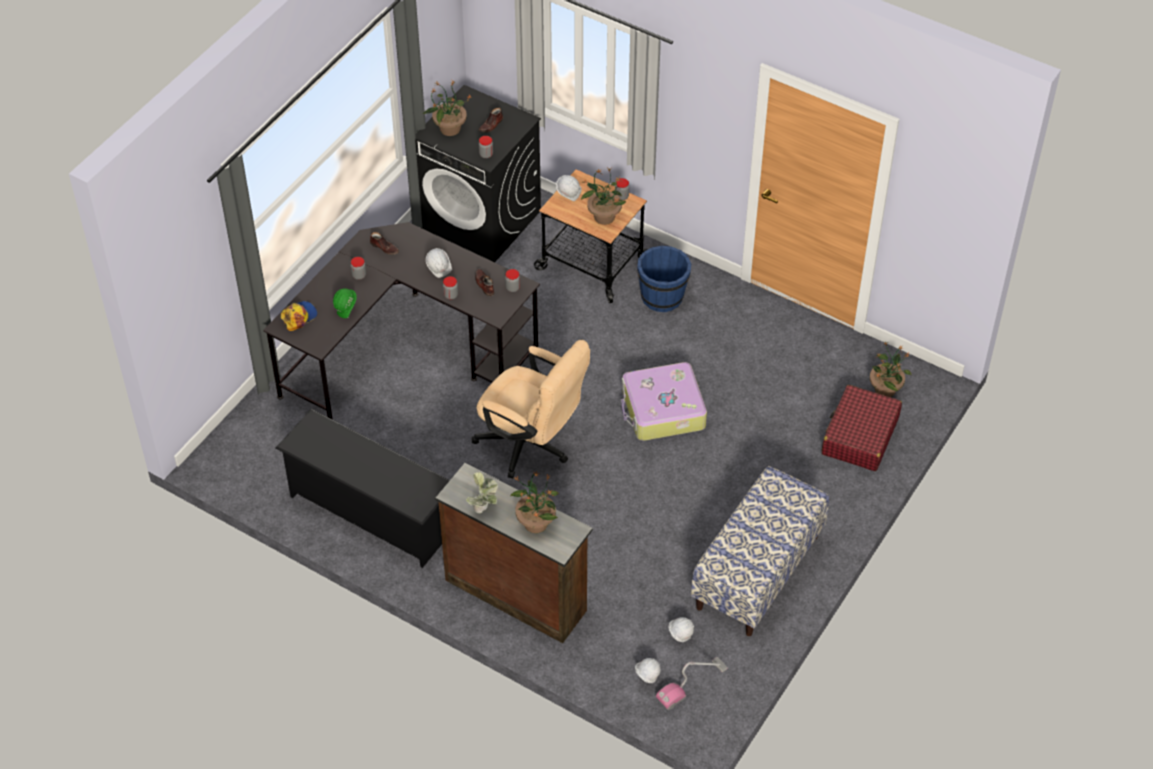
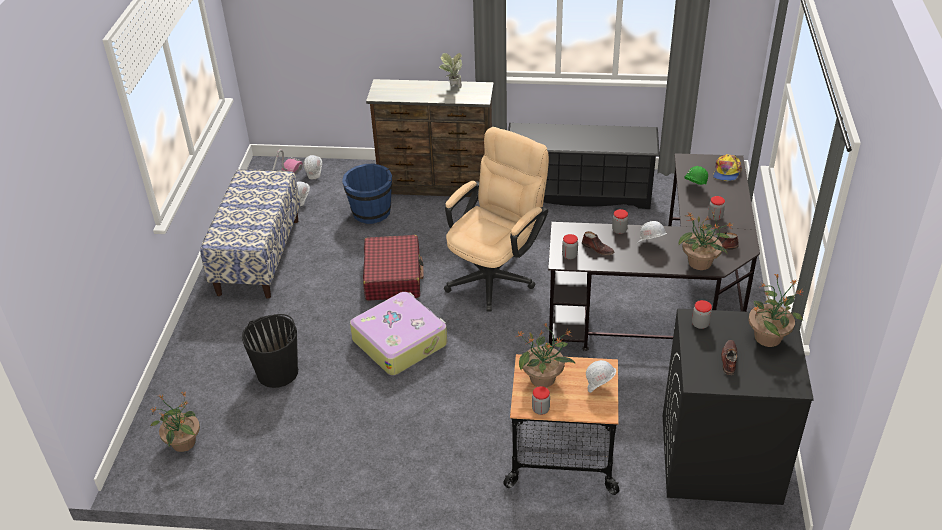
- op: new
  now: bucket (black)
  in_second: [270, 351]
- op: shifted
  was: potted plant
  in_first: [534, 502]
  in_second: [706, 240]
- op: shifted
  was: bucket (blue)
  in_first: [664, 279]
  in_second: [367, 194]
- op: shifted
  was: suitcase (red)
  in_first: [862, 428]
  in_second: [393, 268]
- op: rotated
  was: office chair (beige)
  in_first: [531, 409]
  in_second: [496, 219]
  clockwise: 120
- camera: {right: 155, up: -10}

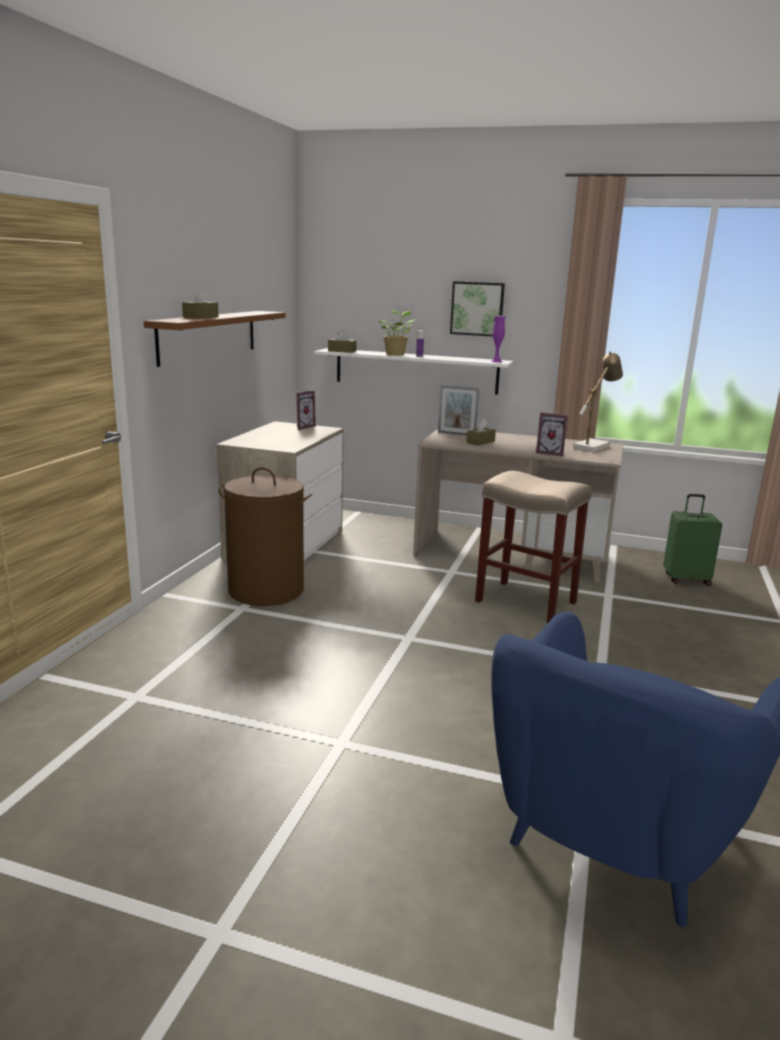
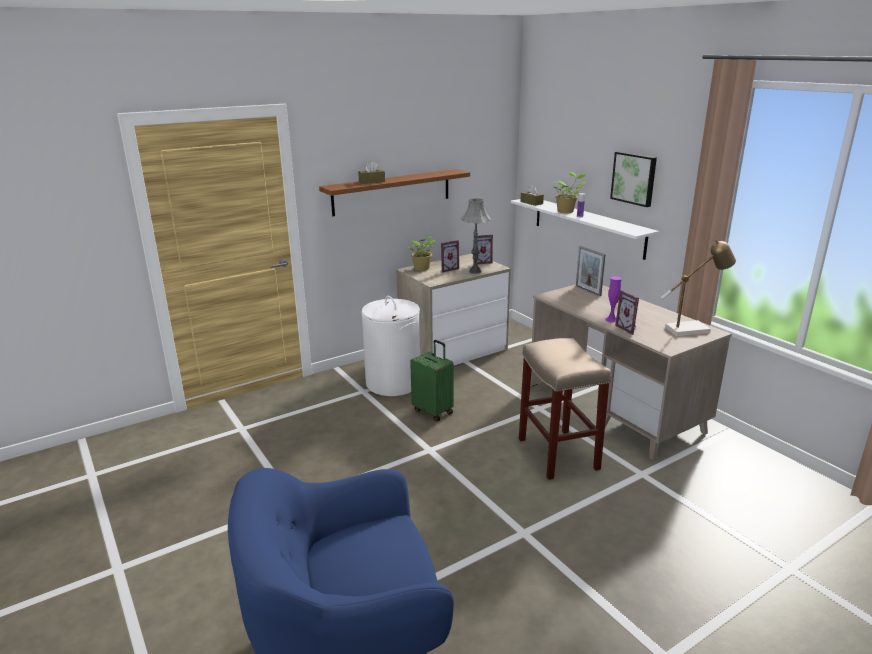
- op: gone
  was: tissue box (brown)
  in_first: [481, 432]
- op: new
  now: potted plant
  in_second: [422, 253]
- op: new
  now: picture frame
  in_second: [450, 256]
- op: new
  now: table lamp (grey)
  in_second: [476, 236]
- op: shifted
  was: vase (purple)
  in_first: [498, 339]
  in_second: [613, 299]
- op: shifted
  was: suitcase (green)
  in_first: [692, 540]
  in_second: [432, 381]
- op: repainted
  was: laundry basket (brown)
  now: laundry basket (white)
  in_first: [265, 536]
  in_second: [390, 346]
- camera: {right: 40, up: 5}

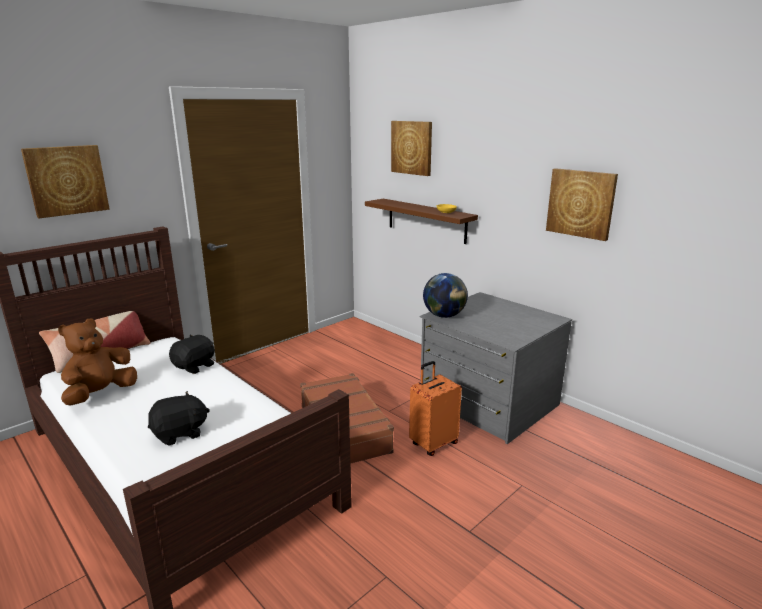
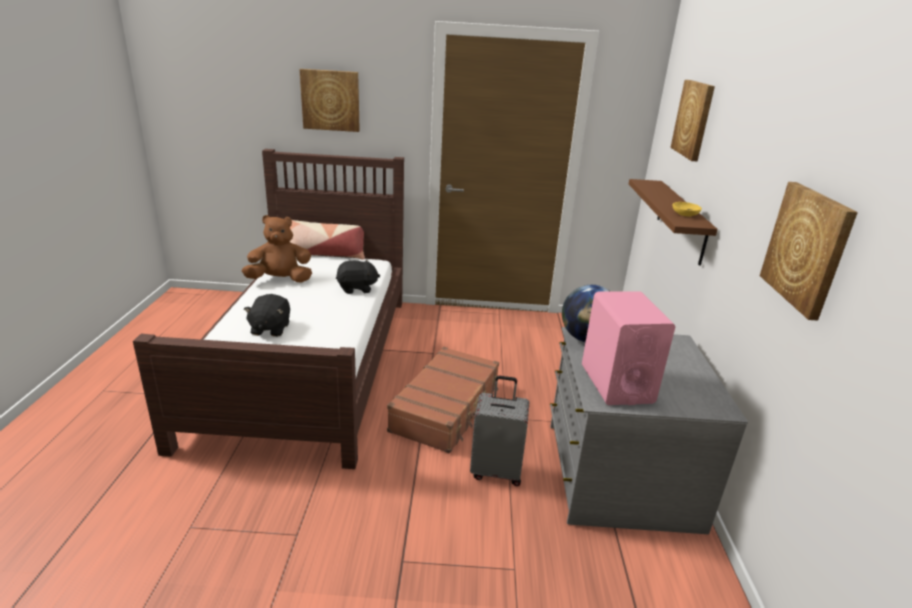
- op: new
  now: speaker (pink)
  in_second: [628, 348]
- op: repainted
  was: suitcase (orange)
  now: suitcase (grey)
  in_first: [435, 408]
  in_second: [499, 431]
- op: rotated
  was: plush toy (black)
  in_first: [179, 418]
  in_second: [267, 315]
  clockwise: 75
- camera: {right: 45, up: 5}

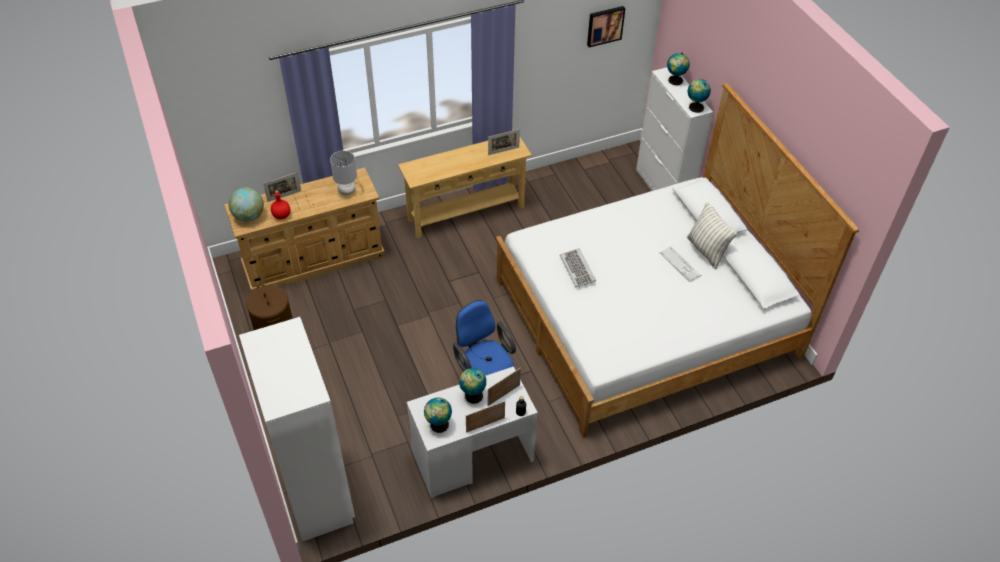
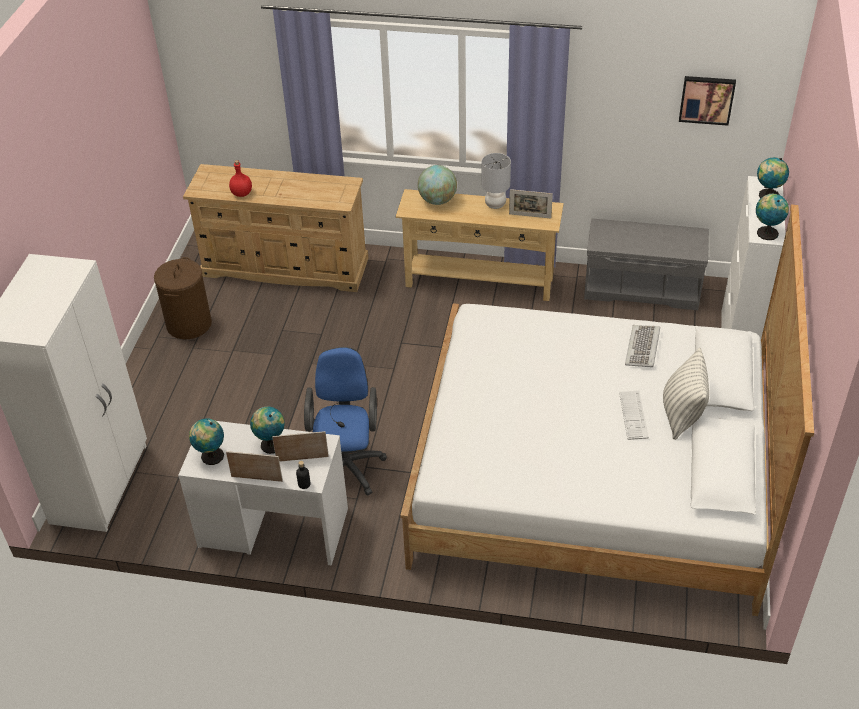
- op: gone
  was: picture frame
  in_first: [282, 187]
- op: new
  now: bench (grey)
  in_second: [646, 264]
- op: shifted
  was: globe
  in_first: [246, 205]
  in_second: [437, 185]
- op: shifted
  was: table lamp (grey)
  in_first: [343, 173]
  in_second: [496, 181]
- op: shifted
  was: keyboard
  in_first: [578, 267]
  in_second: [642, 346]
- camera: {right: 35, up: -5}

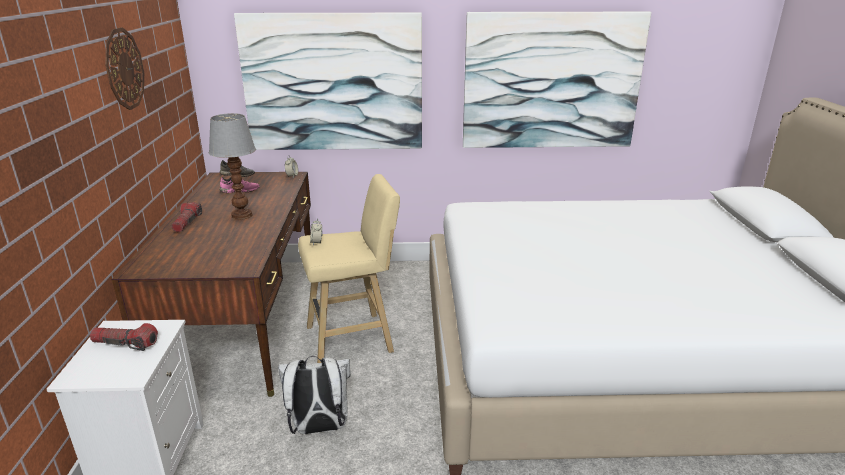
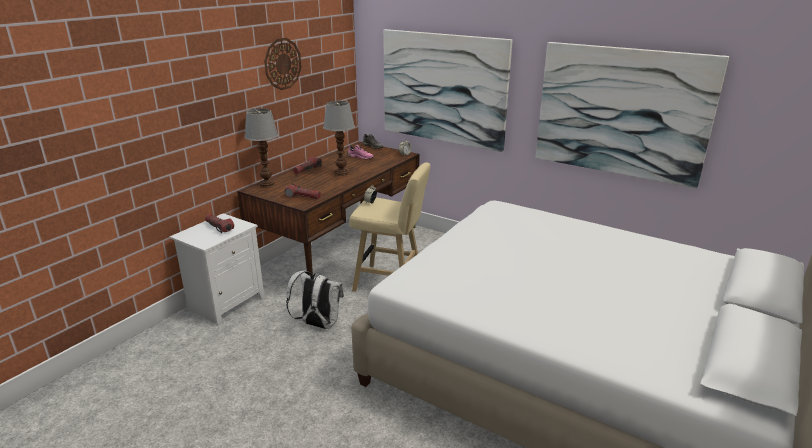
- op: new
  now: table lamp
  in_second: [261, 147]
- op: new
  now: flashlight
  in_second: [302, 191]
- camera: {right: 35, up: 0}

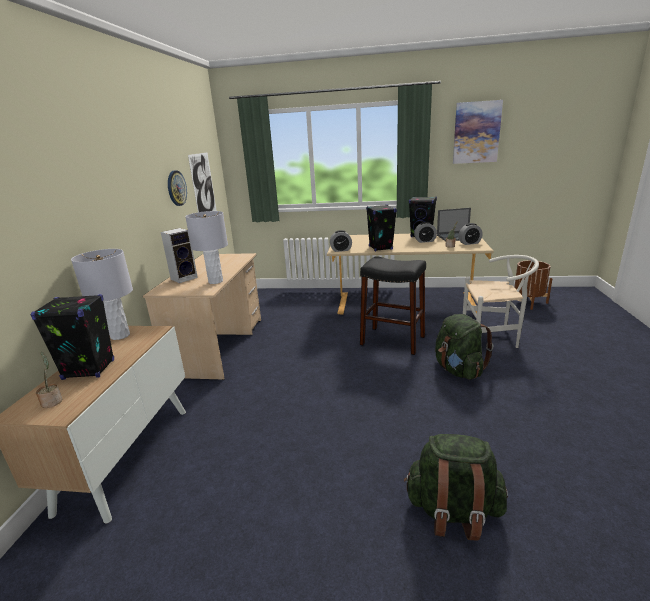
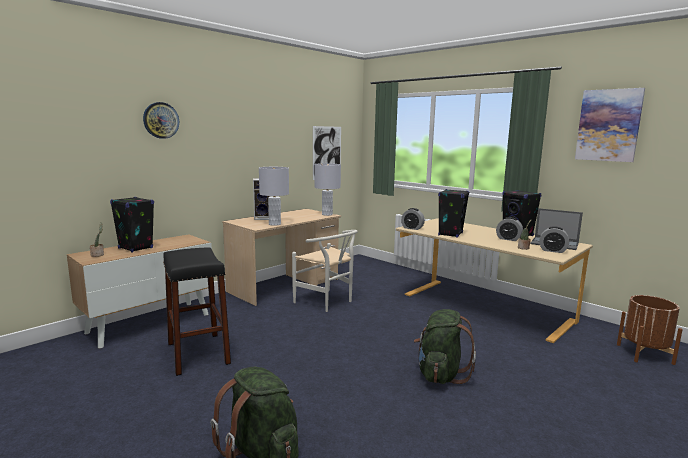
- op: shifted
  was: table lamp (grey)
  in_first: [102, 294]
  in_second: [328, 189]
- op: shifted
  was: wall clock
  in_first: [177, 188]
  in_second: [161, 120]
- op: shifted
  was: stool (black)
  in_first: [393, 305]
  in_second: [197, 311]
- op: shifted
  was: chair (white)
  in_first: [501, 301]
  in_second: [325, 271]
- camera: {right: 35, up: -10}

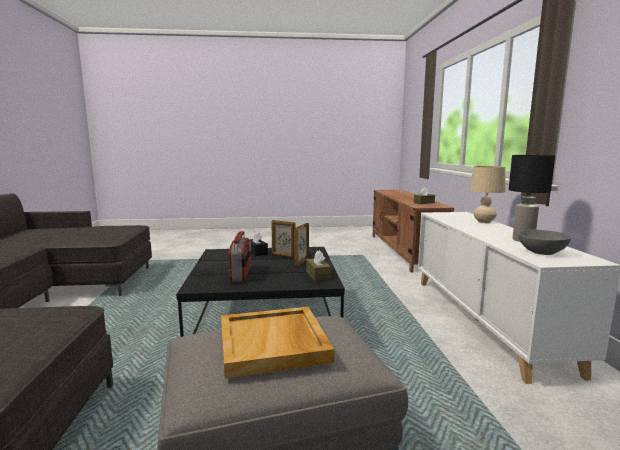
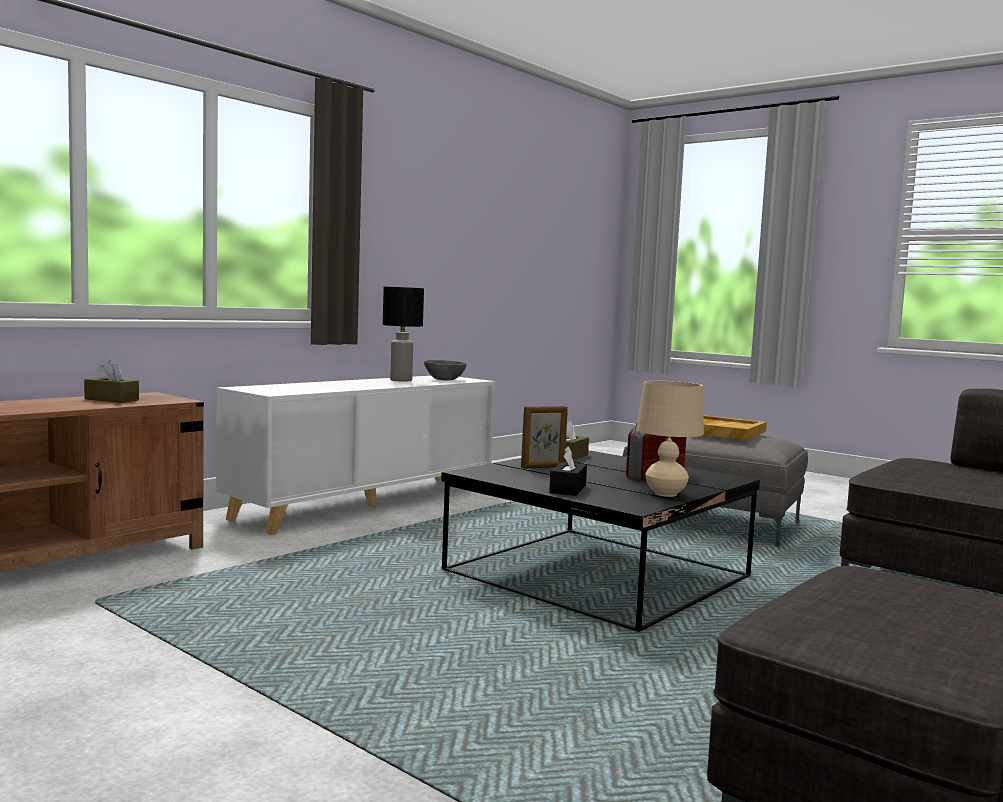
- op: gone
  was: picture frame
  in_first: [284, 239]
- op: shifted
  was: table lamp (beige)
  in_first: [487, 194]
  in_second: [670, 439]
- camera: {right: -135, up: -5}

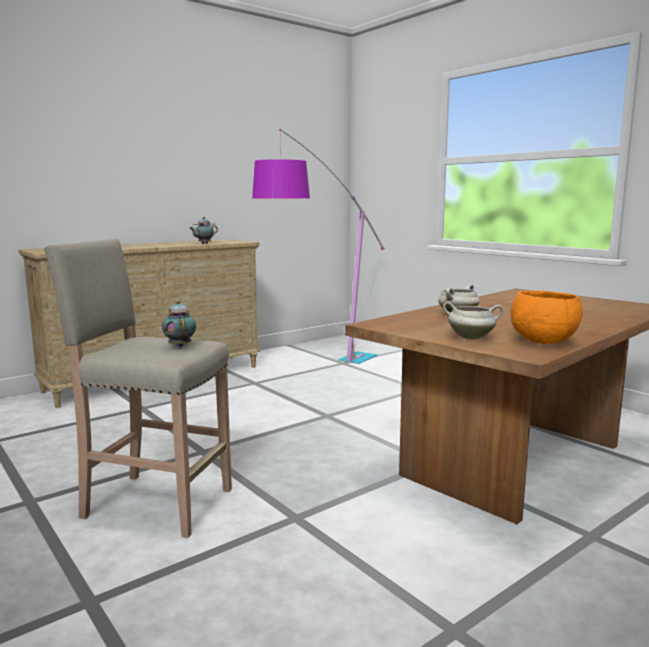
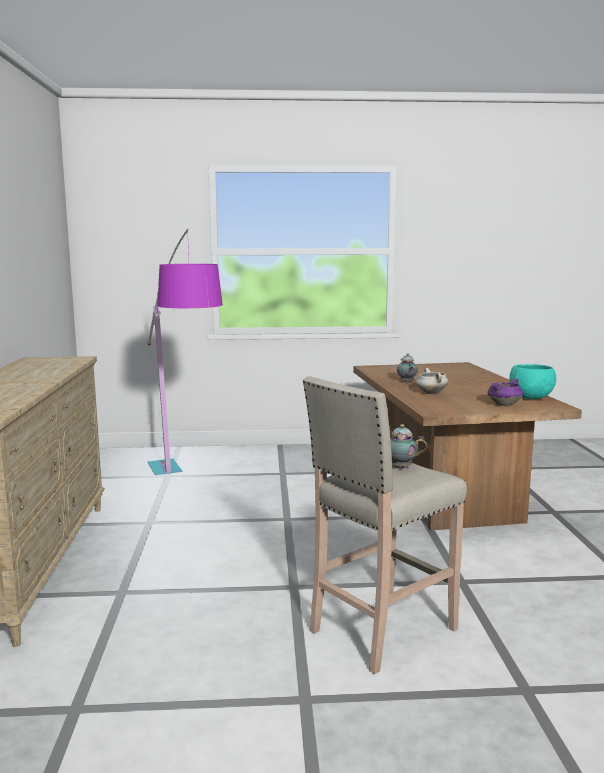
- op: shifted
  was: teapot
  in_first: [203, 230]
  in_second: [407, 368]
- op: repainted
  was: cooking pot (white)
  now: cooking pot (purple)
  in_first: [473, 321]
  in_second: [505, 392]
- op: repainted
  was: bowl (orange)
  now: bowl (turquoise)
  in_first: [547, 317]
  in_second: [532, 381]
- camera: {right: -55, up: 0}

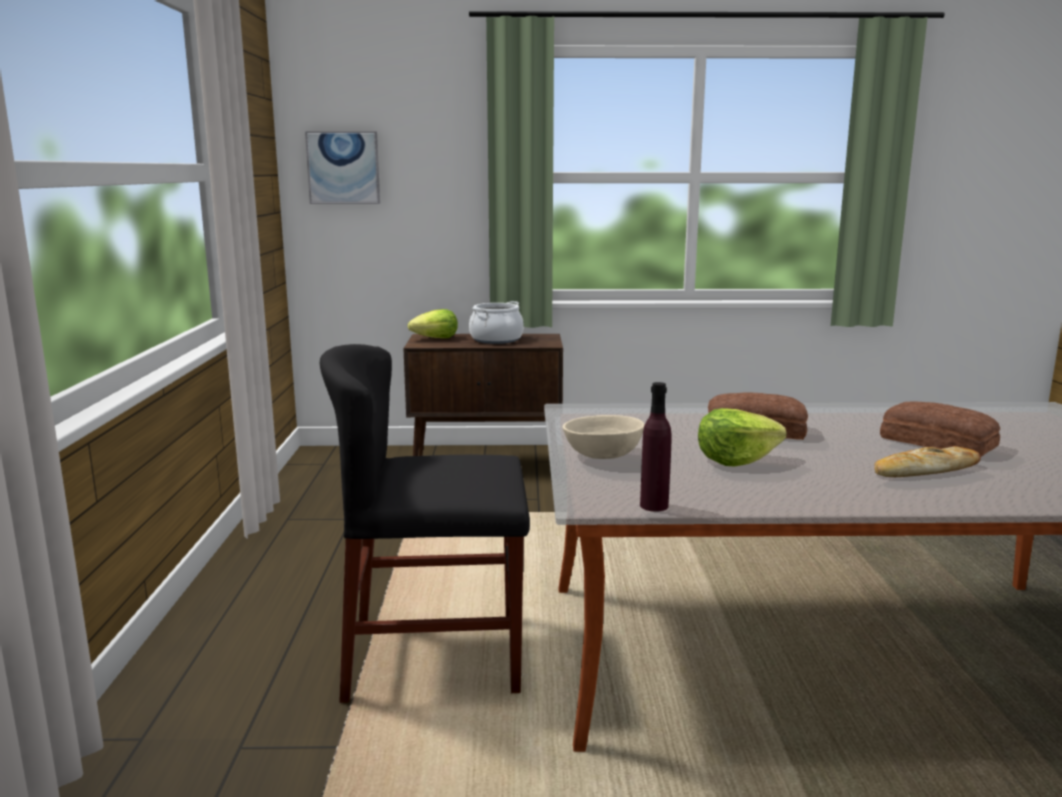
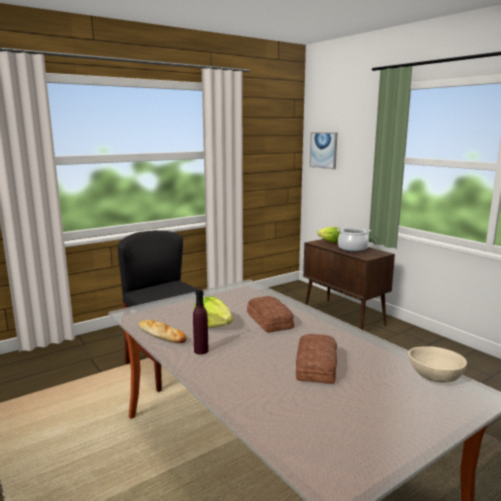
- op: shifted
  was: bowl (beige)
  in_first: [604, 437]
  in_second: [437, 364]
- op: shifted
  was: bottle (purple)
  in_first: [655, 447]
  in_second: [201, 322]
- op: shifted
  was: bread
  in_first: [927, 461]
  in_second: [163, 331]
- camera: {right: 55, up: 0}

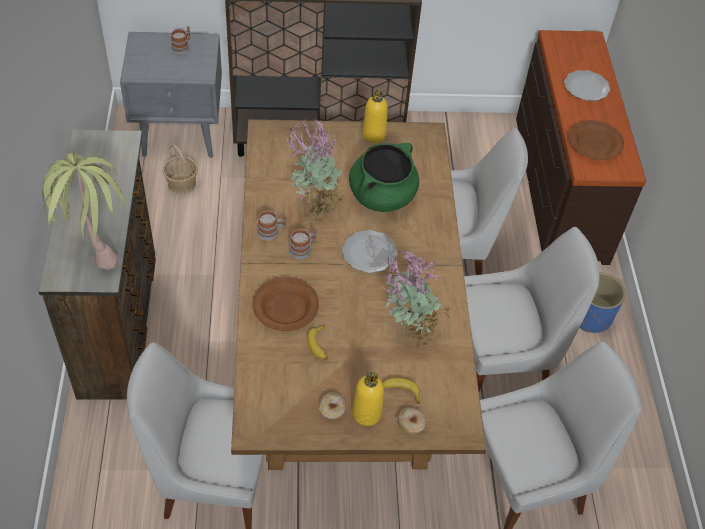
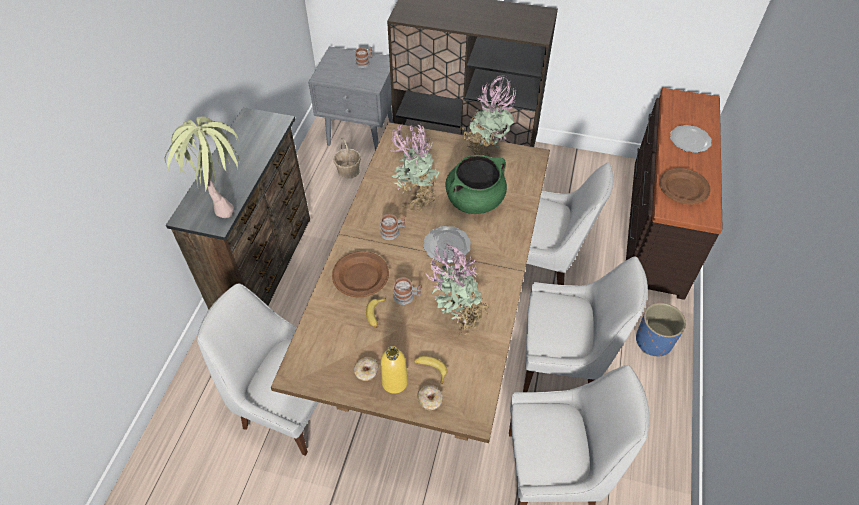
- op: shifted
  was: mug
  in_first: [272, 225]
  in_second: [407, 291]
- op: swapped
  was: bottle (yellow)
  now: potted plant
  in_first: [375, 116]
  in_second: [488, 115]
- camera: {right: 20, up: 0}

